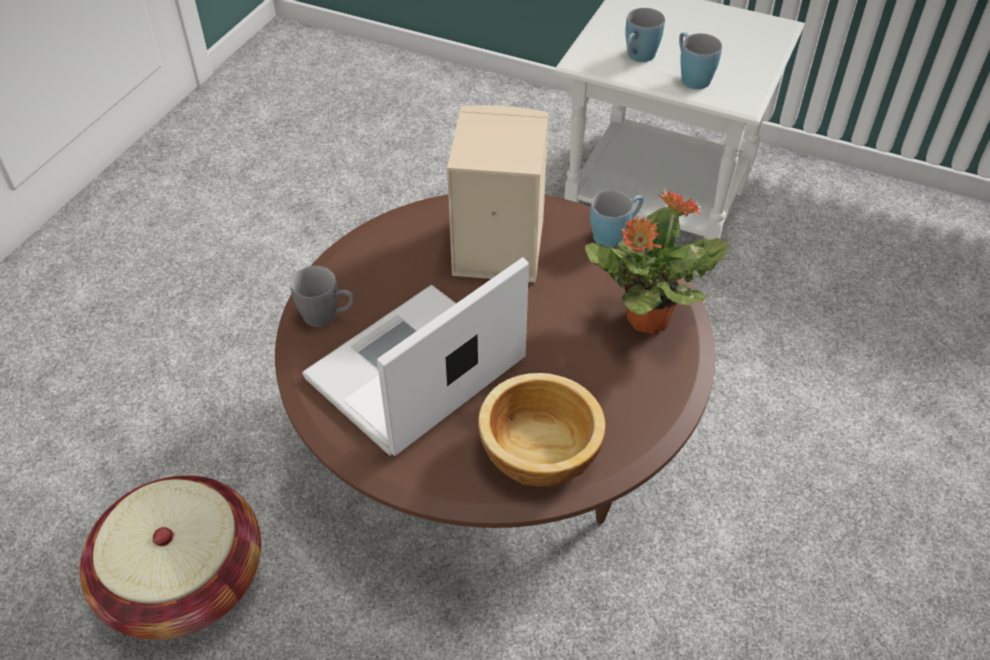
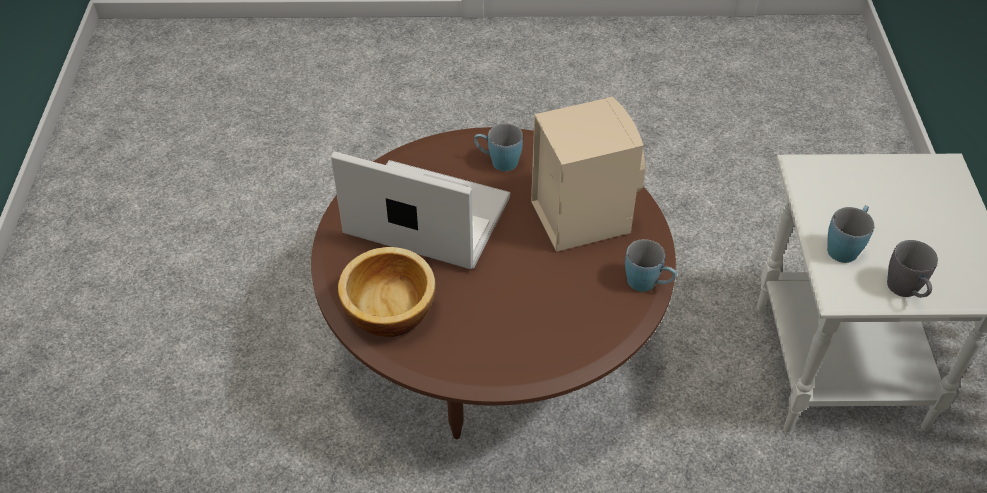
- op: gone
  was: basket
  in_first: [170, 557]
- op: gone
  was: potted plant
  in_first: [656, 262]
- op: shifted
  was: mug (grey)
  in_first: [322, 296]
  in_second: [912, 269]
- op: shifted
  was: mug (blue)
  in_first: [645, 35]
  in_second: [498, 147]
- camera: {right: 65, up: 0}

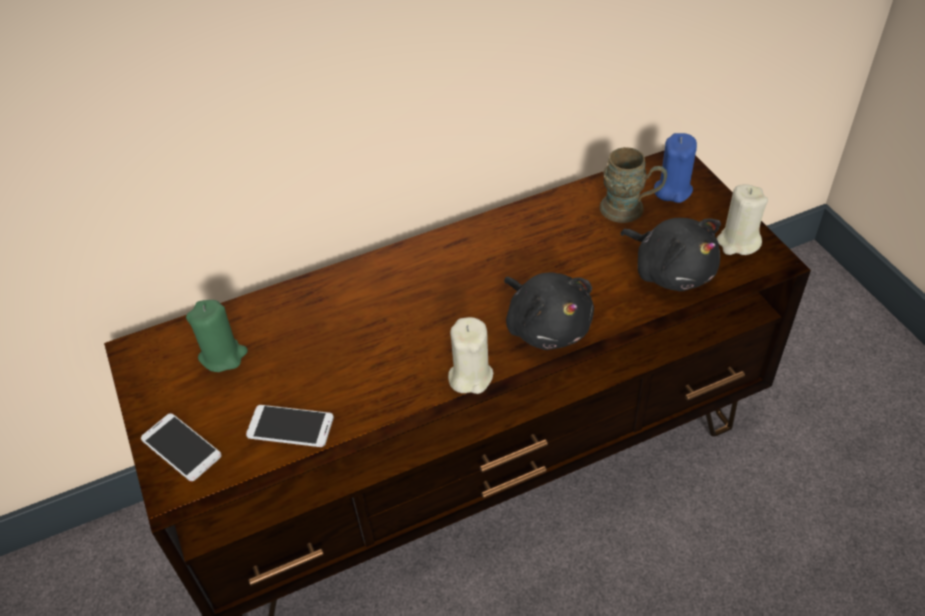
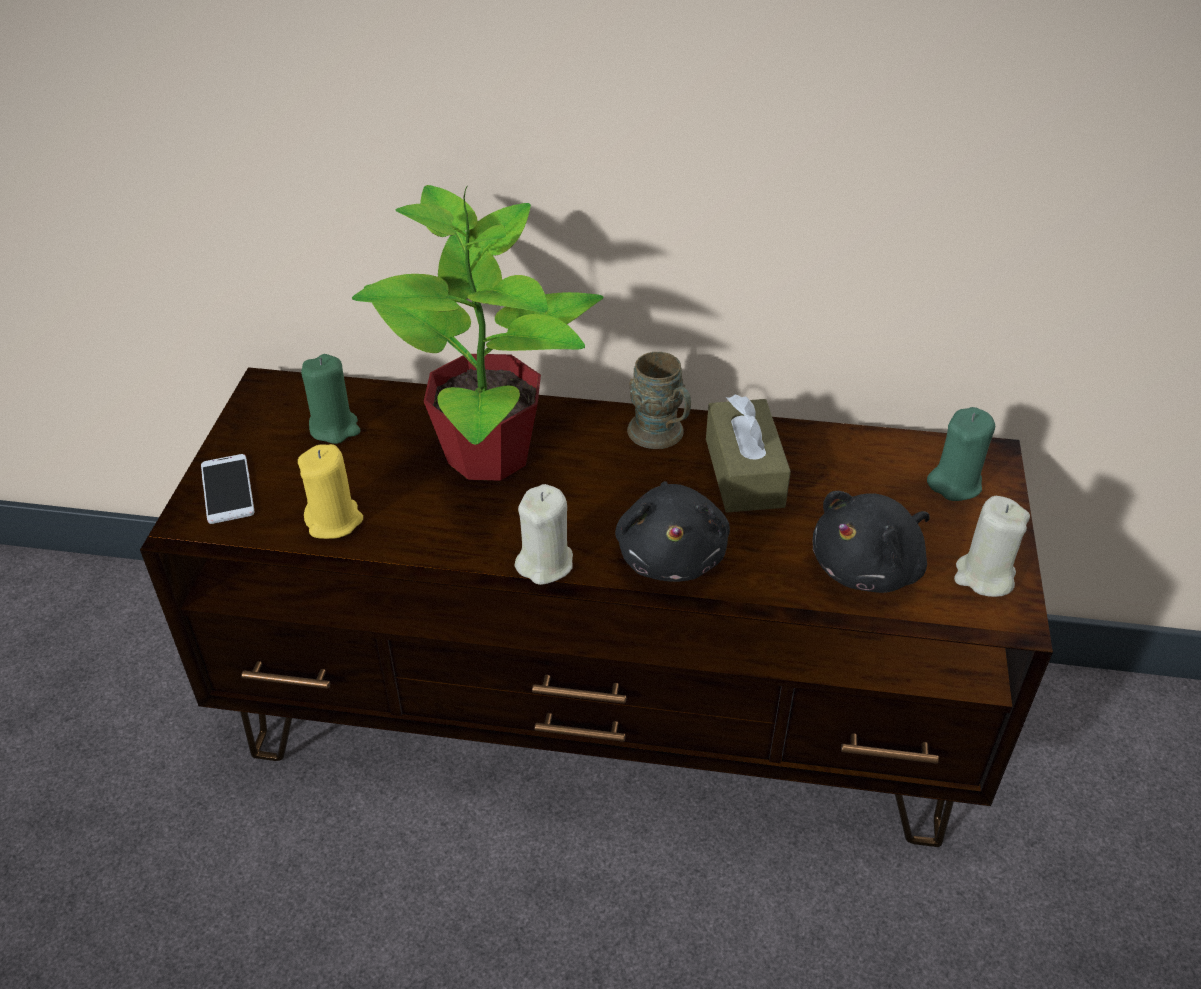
- op: new
  now: potted plant
  in_second: [478, 333]
- op: new
  now: tissue box (brown)
  in_second: [748, 453]
- op: shifted
  was: mug (brown)
  in_first: [633, 185]
  in_second: [659, 400]
- op: swapped
  was: phone
  now: candle (yellow)
  in_first: [290, 426]
  in_second: [330, 491]
- op: repainted
  was: candle (blue)
  now: candle (green)
  in_first: [675, 168]
  in_second: [961, 454]
- op: rotated
  was: plush toy (black)
  in_first: [670, 254]
  in_second: [871, 542]
  clockwise: 60
- camera: {right: 30, up: -5}

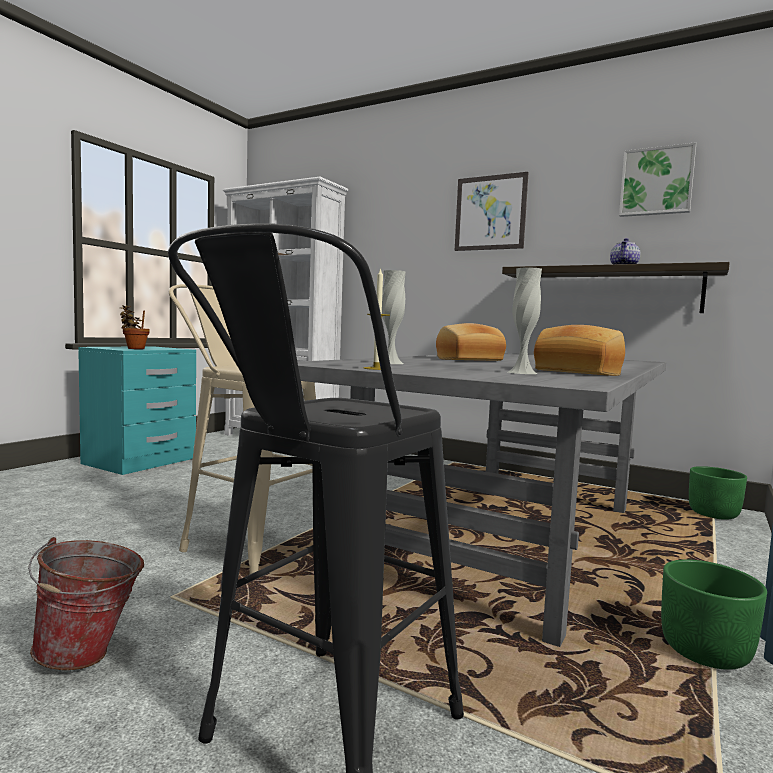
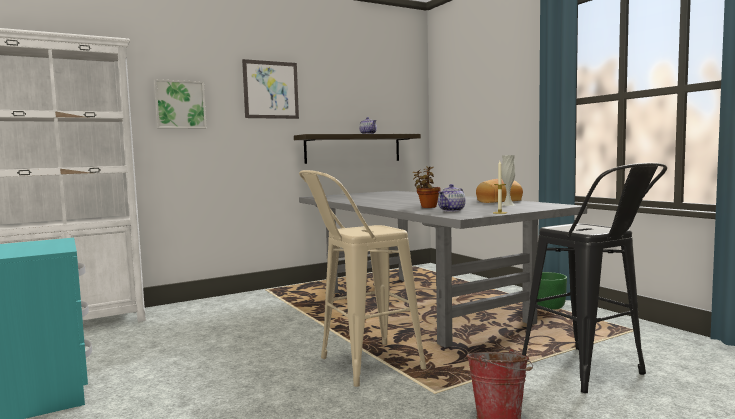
- op: gone
  was: bread
  in_first: [471, 342]
- op: gone
  was: planter (green)
  in_first: [718, 493]
- op: shifted
  was: potted plant
  in_first: [135, 327]
  in_second: [427, 187]
- op: shifted
  was: picture
  in_first: [657, 179]
  in_second: [180, 104]
- op: swapped
  was: vase (white)
  now: teapot
  in_first: [394, 317]
  in_second: [452, 198]
- camera: {right: -60, up: 0}

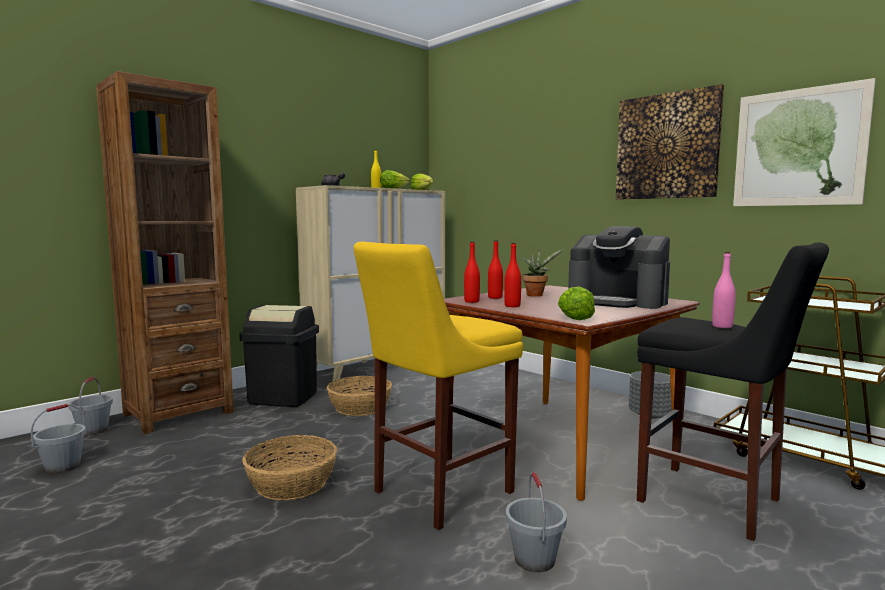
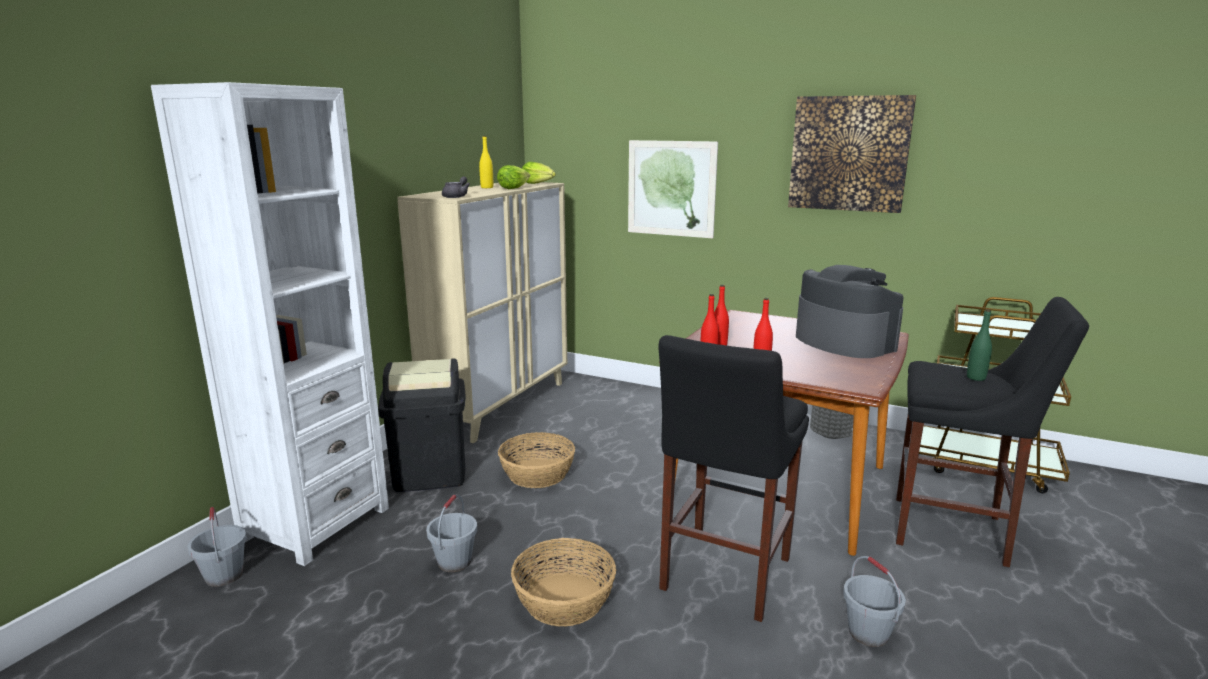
- op: gone
  was: potted plant
  in_first: [542, 273]
- op: gone
  was: lettuce
  in_first: [576, 303]
- op: shifted
  was: bucket (grey)
  in_first: [58, 439]
  in_second: [451, 533]
- op: shifted
  was: picture
  in_first: [804, 142]
  in_second: [673, 189]
- op: repainted
  was: bookcase (brown)
  now: bookcase (white)
  in_first: [165, 252]
  in_second: [270, 324]
- op: repainted
  was: stool (yellow)
  now: stool (black)
  in_first: [438, 386]
  in_second: [734, 478]
- op: repainted
  was: bottle (pink)
  now: bottle (green)
  in_first: [724, 290]
  in_second: [979, 345]
- op: rotated
  was: coffee machine
  in_first: [619, 267]
  in_second: [850, 311]
  clockwise: -135
- camera: {right: -20, up: 10}

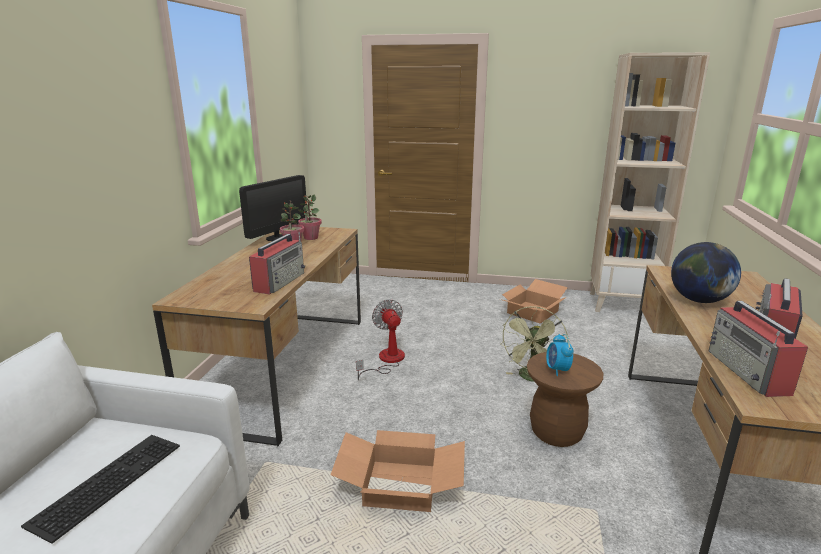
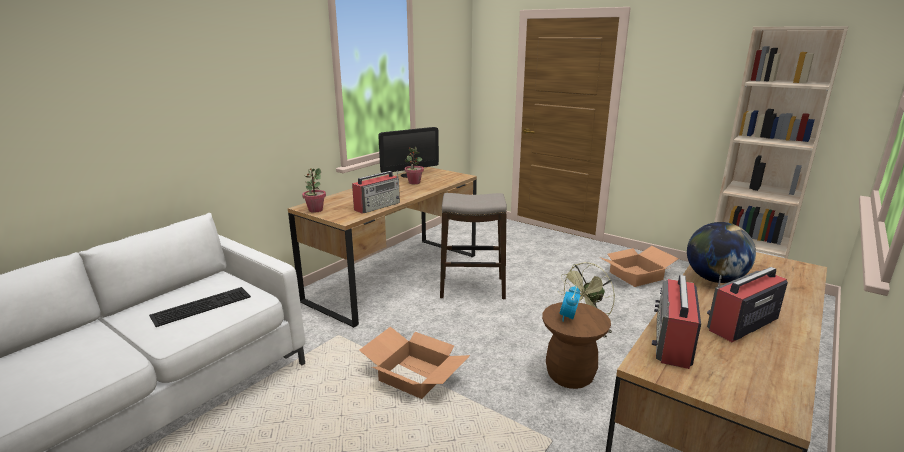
- op: shifted
  was: potted plant
  in_first: [310, 217]
  in_second: [314, 190]
- op: swapped
  was: fan
  now: stool
  in_first: [380, 339]
  in_second: [473, 246]
- camera: {right: 25, up: 0}

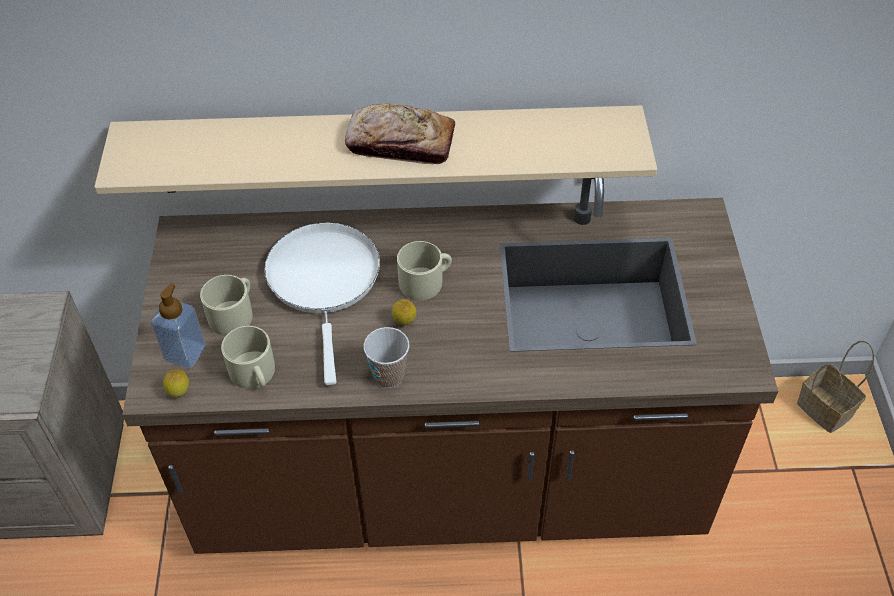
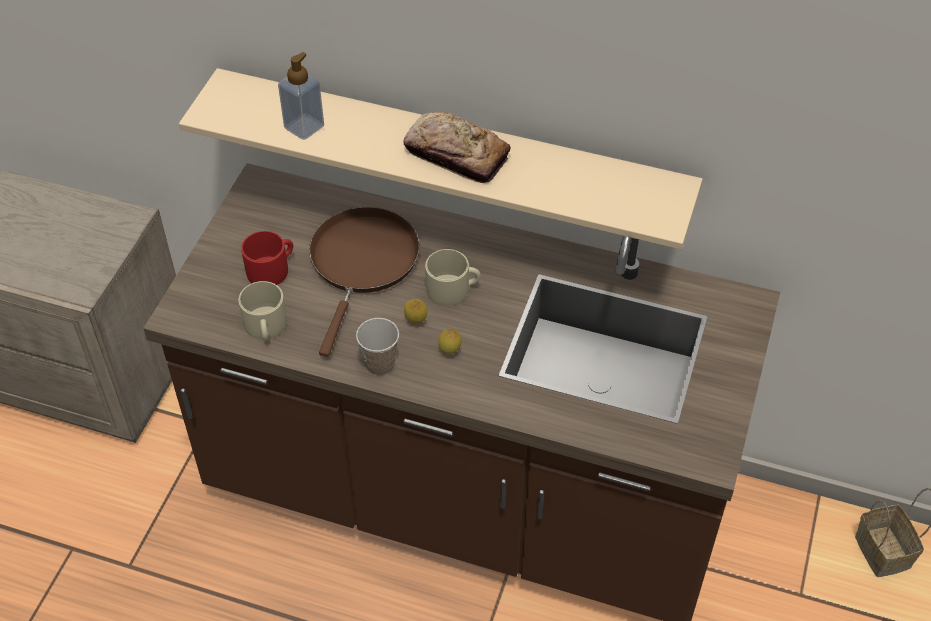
- op: shifted
  was: soap dispenser
  in_first: [178, 326]
  in_second: [301, 96]
- op: shifted
  was: lemon
  in_first: [176, 383]
  in_second: [450, 341]
- op: repainted
  was: mug (beige)
  now: mug (red)
  in_first: [226, 305]
  in_second: [267, 258]
- op: repainted
  was: frying pan (white)
  now: frying pan (brown)
  in_first: [322, 303]
  in_second: [364, 282]
- camera: {right: 20, up: 0}

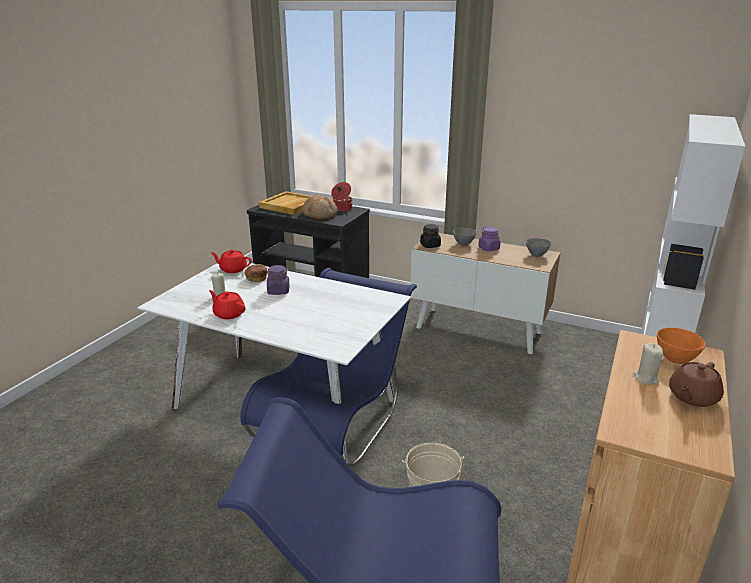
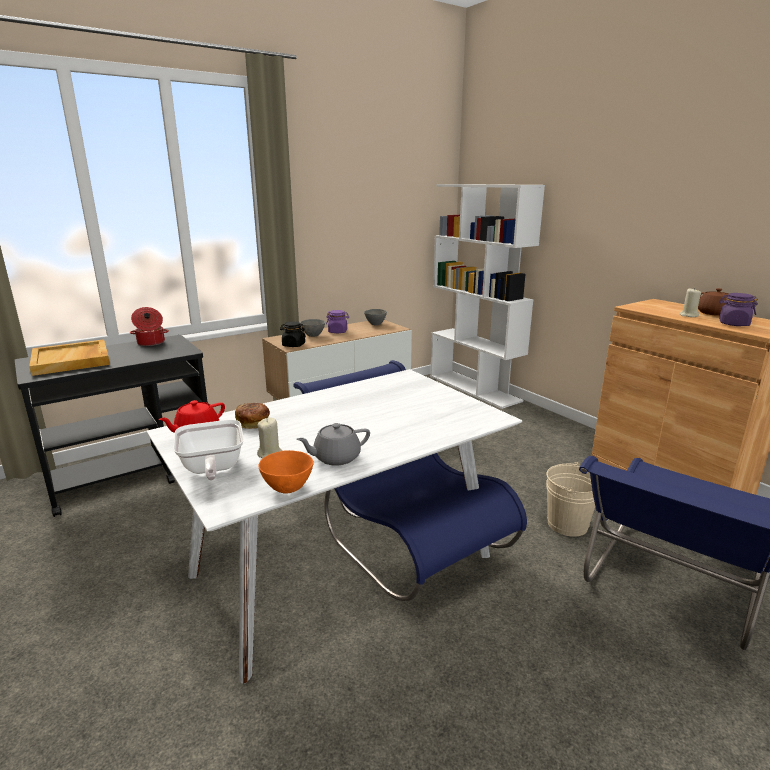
- op: gone
  was: bread
  in_first: [320, 206]
- op: new
  now: frying pan
  in_second: [208, 450]
- op: shifted
  was: jar (purple)
  in_first: [278, 280]
  in_second: [738, 309]
- op: shifted
  was: bowl (orange)
  in_first: [681, 346]
  in_second: [286, 472]
- op: repainted
  was: teapot (red)
  now: teapot (grey)
  in_first: [227, 304]
  in_second: [333, 444]
- camera: {right: -60, up: -5}

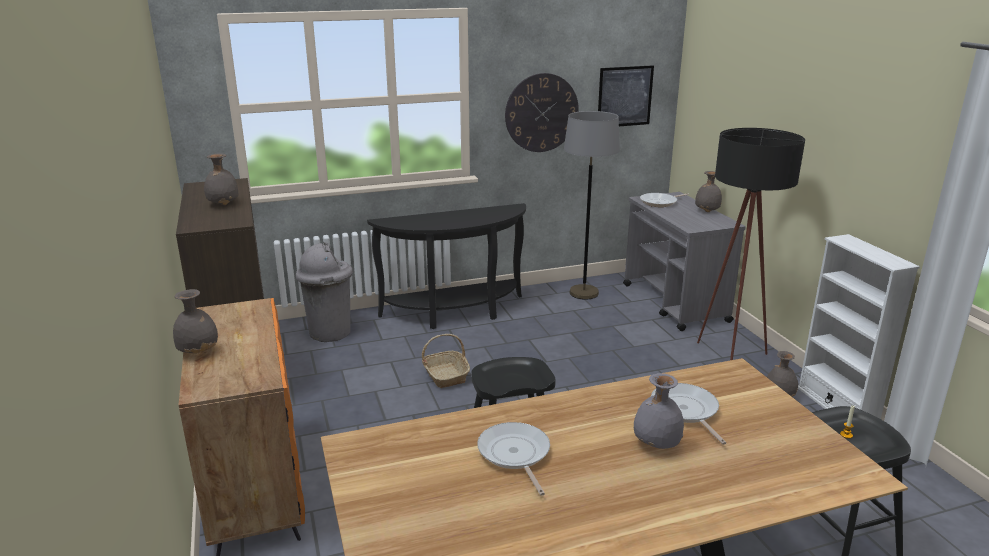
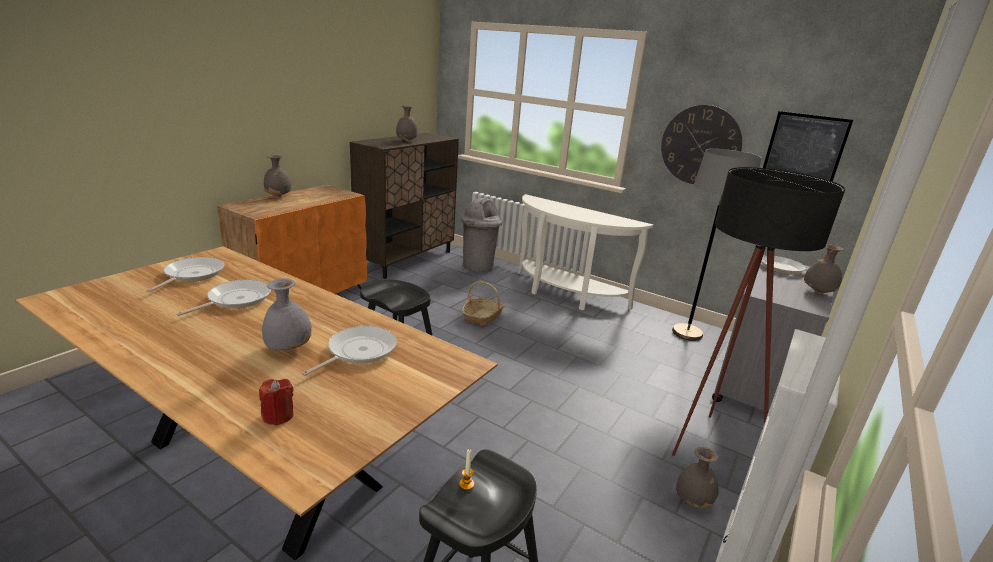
- op: new
  now: frying pan
  in_second: [186, 274]
- op: new
  now: candle (red)
  in_second: [276, 402]
- op: repainted
  was: console table (black)
  now: console table (white)
  in_first: [446, 266]
  in_second: [585, 252]
- camera: {right: 50, up: 0}

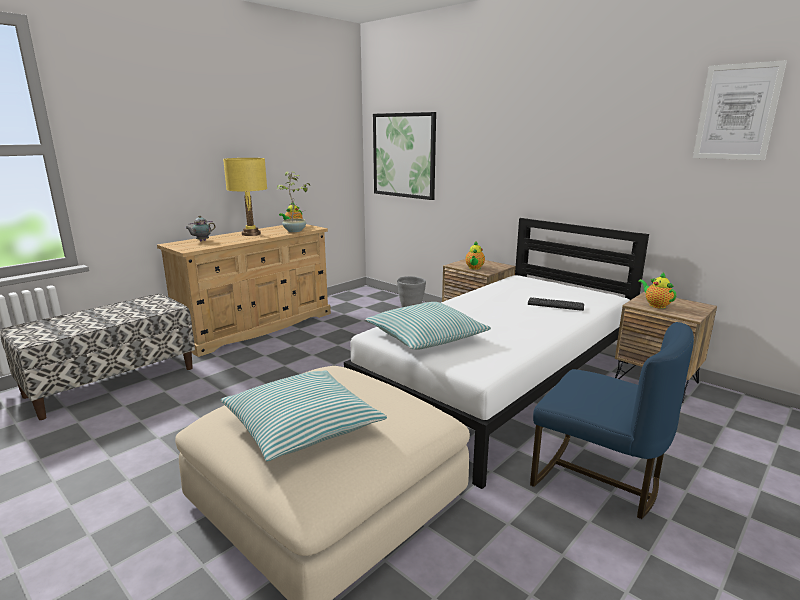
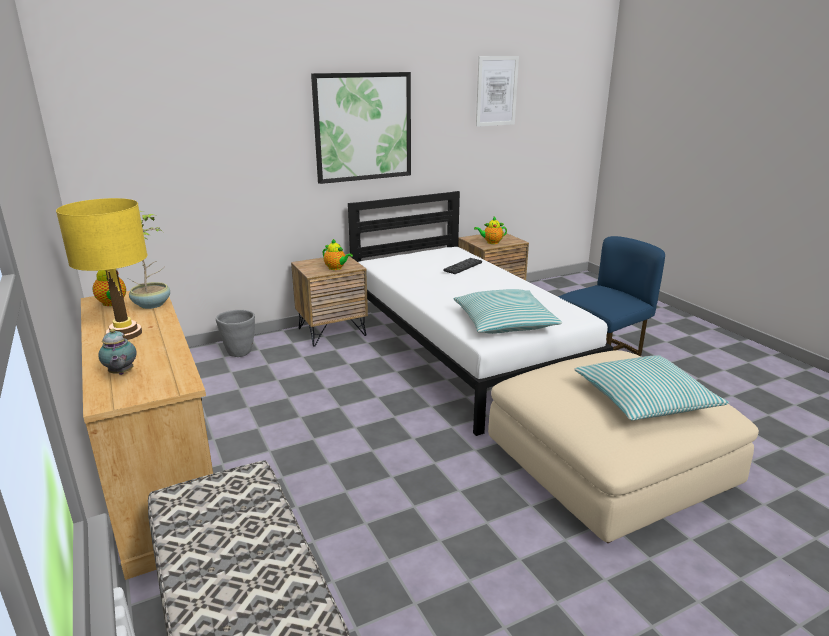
- op: shifted
  was: picture
  in_first: [404, 156]
  in_second: [361, 128]
- camera: {right: -70, up: 5}

